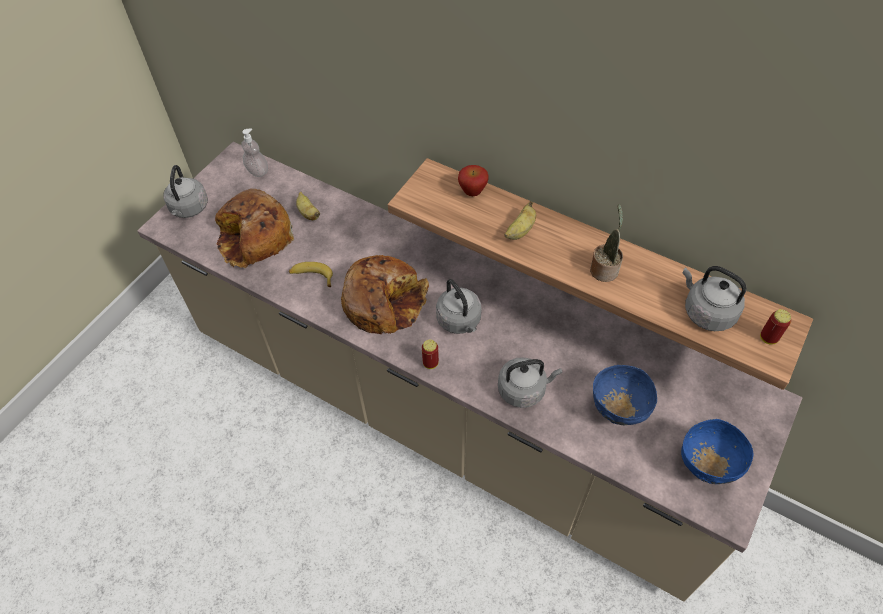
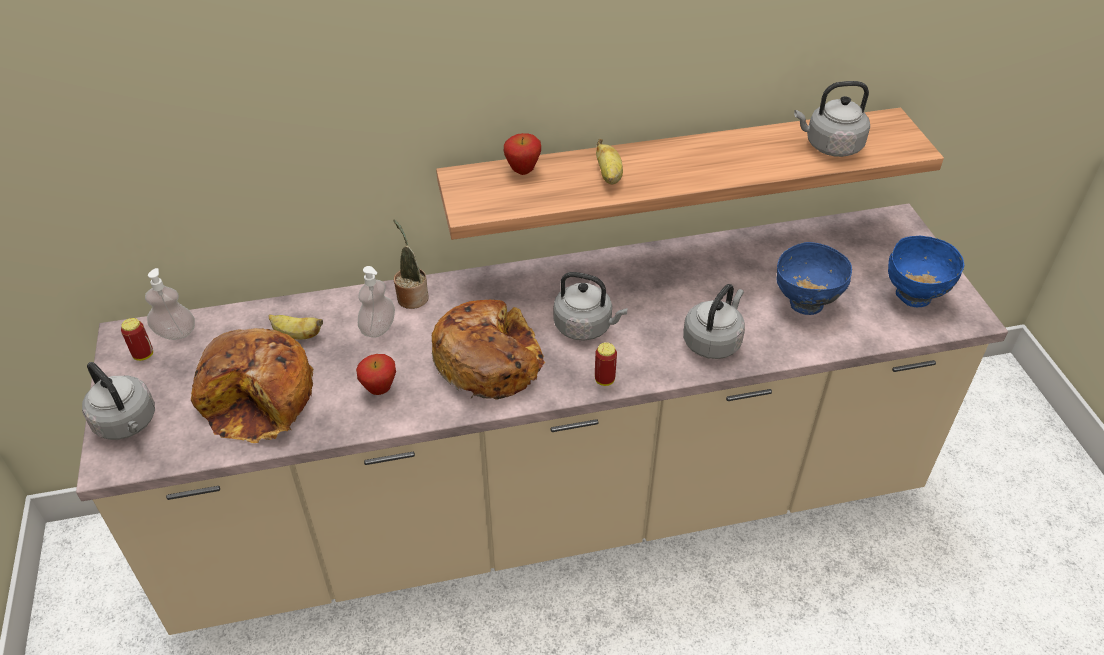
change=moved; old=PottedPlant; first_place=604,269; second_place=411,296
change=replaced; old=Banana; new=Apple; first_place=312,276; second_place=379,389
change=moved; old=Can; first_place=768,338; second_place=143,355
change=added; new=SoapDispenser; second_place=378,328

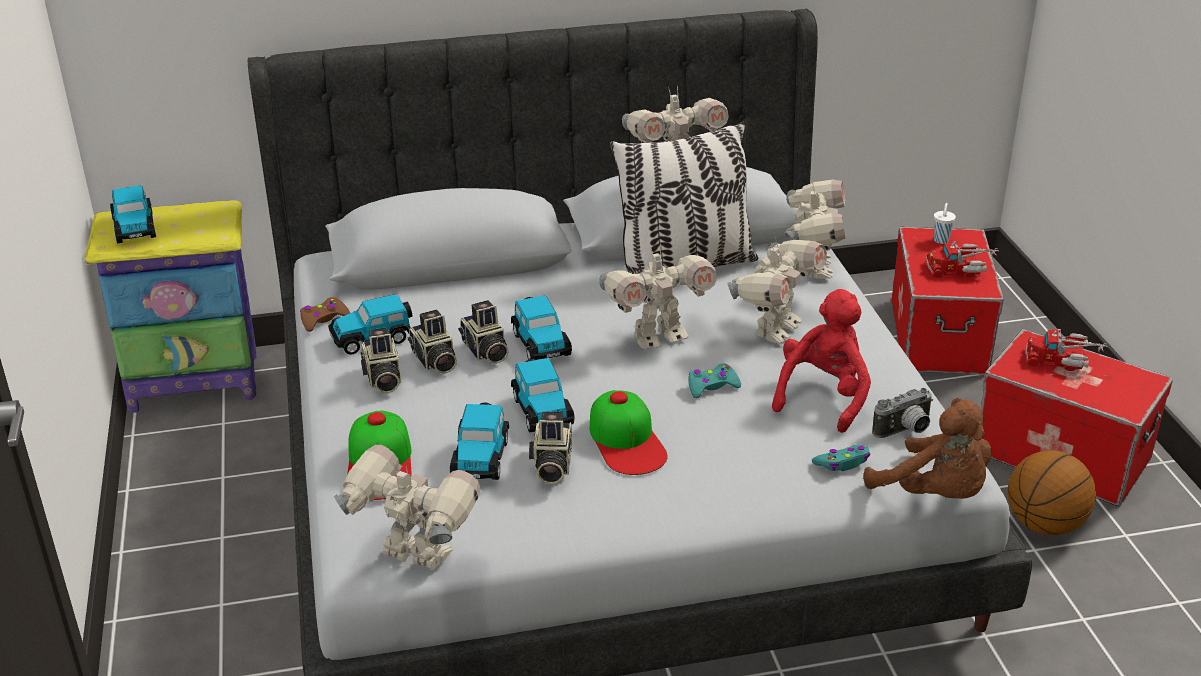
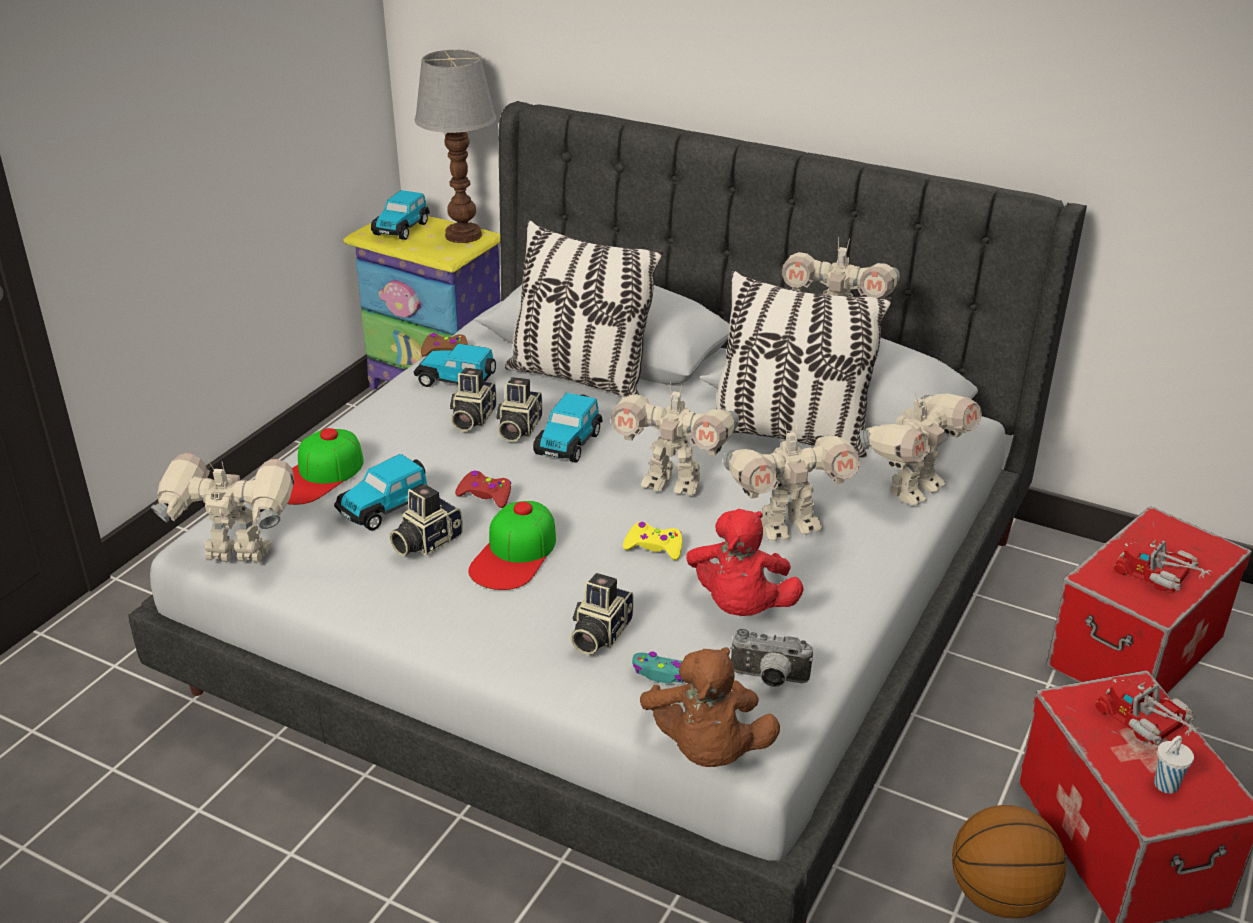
change=moved; old=WhiteCup; first_place=941,241; second_place=1164,786
change=turned; old=RedPlushToy; first_place=823,396; second_place=741,607; degrees=120
change=moved; old=PhotoCamera; first_place=382,379; second_place=598,634
change=replaced; old=ToyCar; new=RedGameController; first_place=542,410; second_place=485,495
change=recoloured; old=TurquoiseGameController; new=YellowGameController; first_place=712,386; second_place=654,547
change=turned; old=ToyRobot; first_place=414,558; second_place=237,557; degrees=-60
change=added; new=TableLamp; second_place=464,235
change=added; new=Pillow; second_place=580,377

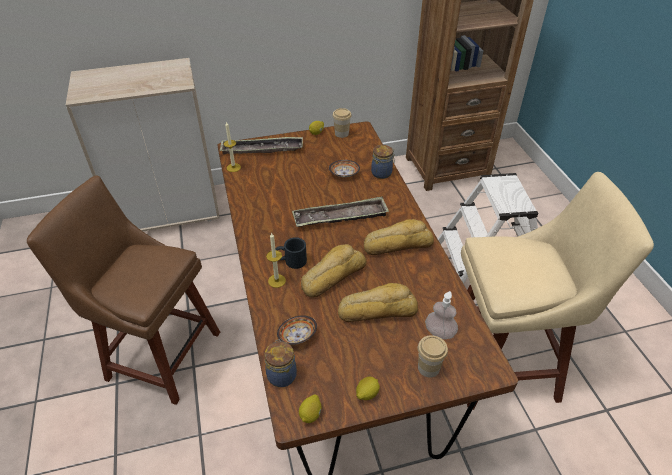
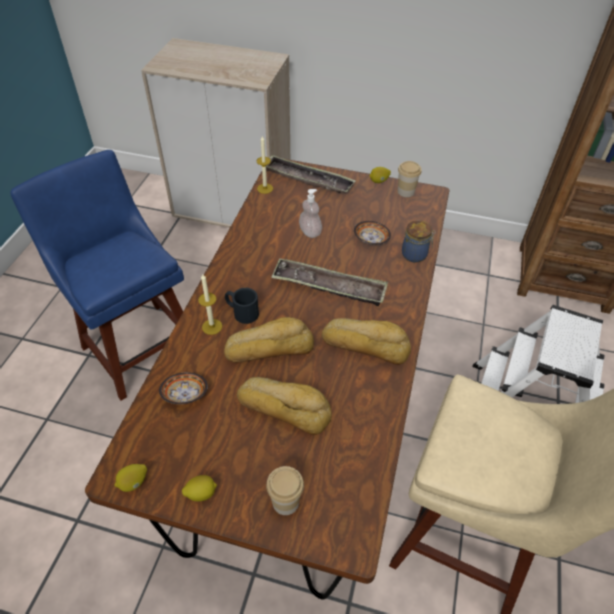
change=recoloured; old=BrownChair; new=BlueChair; first_place=159,353; second_place=138,345
change=moved; old=SoapDispenser; first_place=439,332; second_place=310,232
change=removed; old=Jar; first_place=281,374

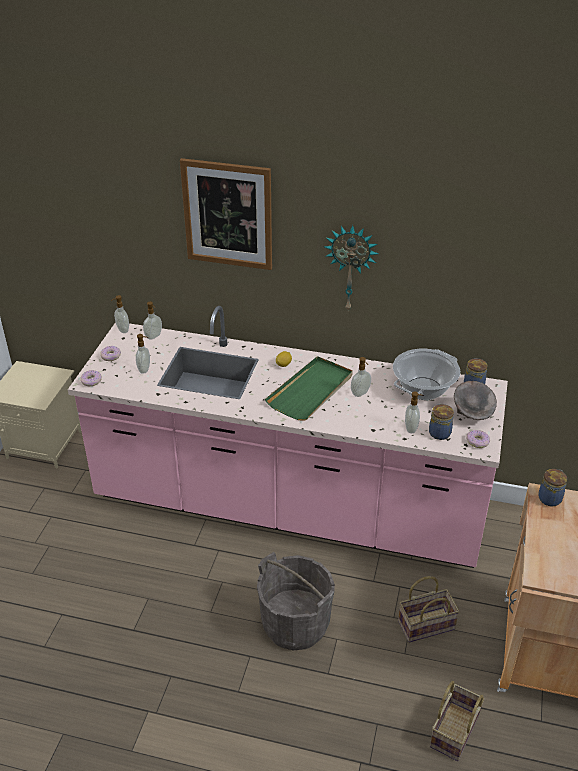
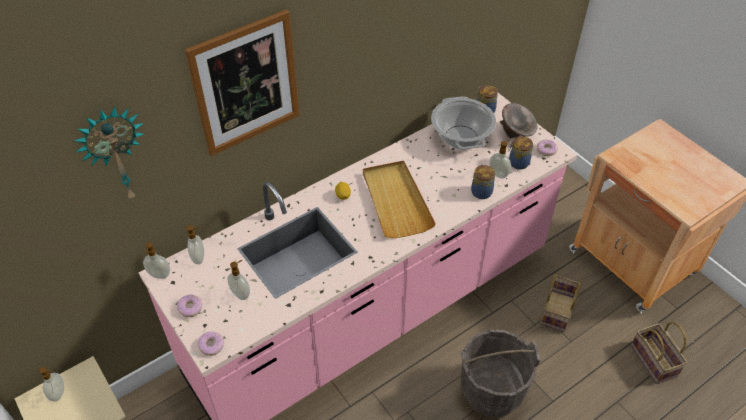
change=moved; old=WallClock; first_place=351,267; second_place=115,154
change=recoloured; old=GreenTray; new=BeigeTray; first_place=311,391; second_place=396,201
change=moved; old=SoapDispenser; first_place=360,393; second_place=59,393
change=moved; old=Jar; first_place=550,498; second_place=481,191

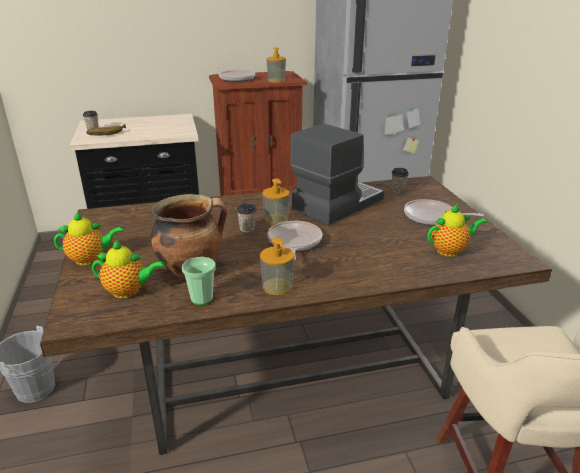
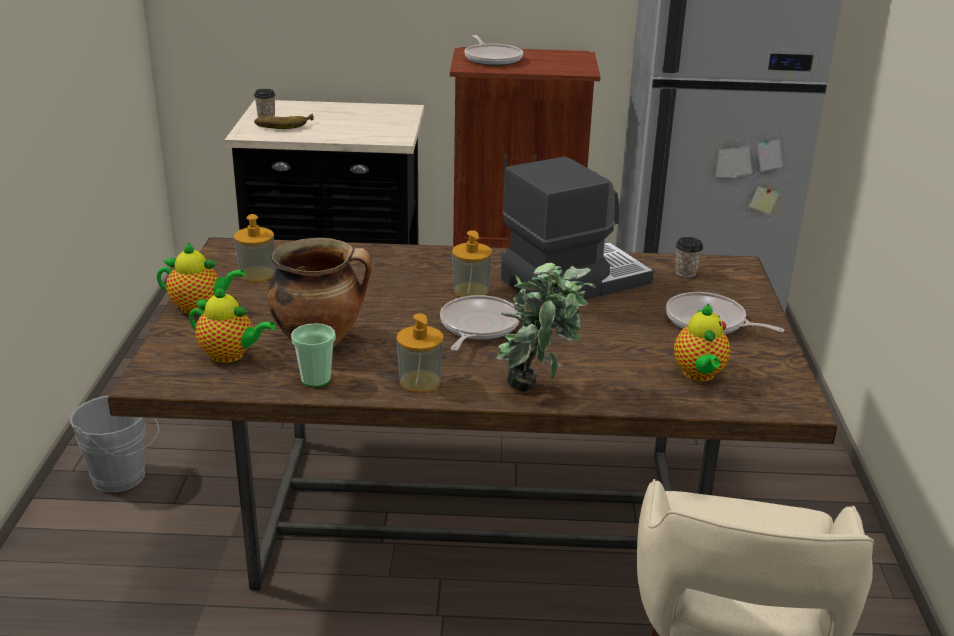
change=moved; old=SoapDispenser; first_place=276,80; second_place=257,274
change=removed; old=Cup; first_place=247,229
change=turned; old=Teapot; first_place=450,250; second_place=699,374; degrees=90
change=added; new=PottedPlant; second_place=539,389

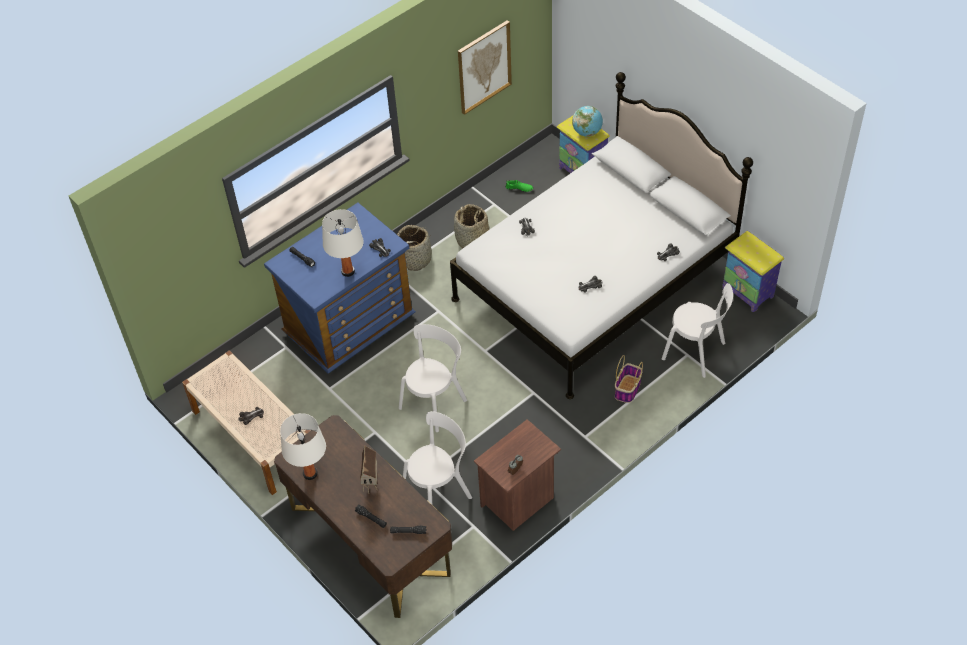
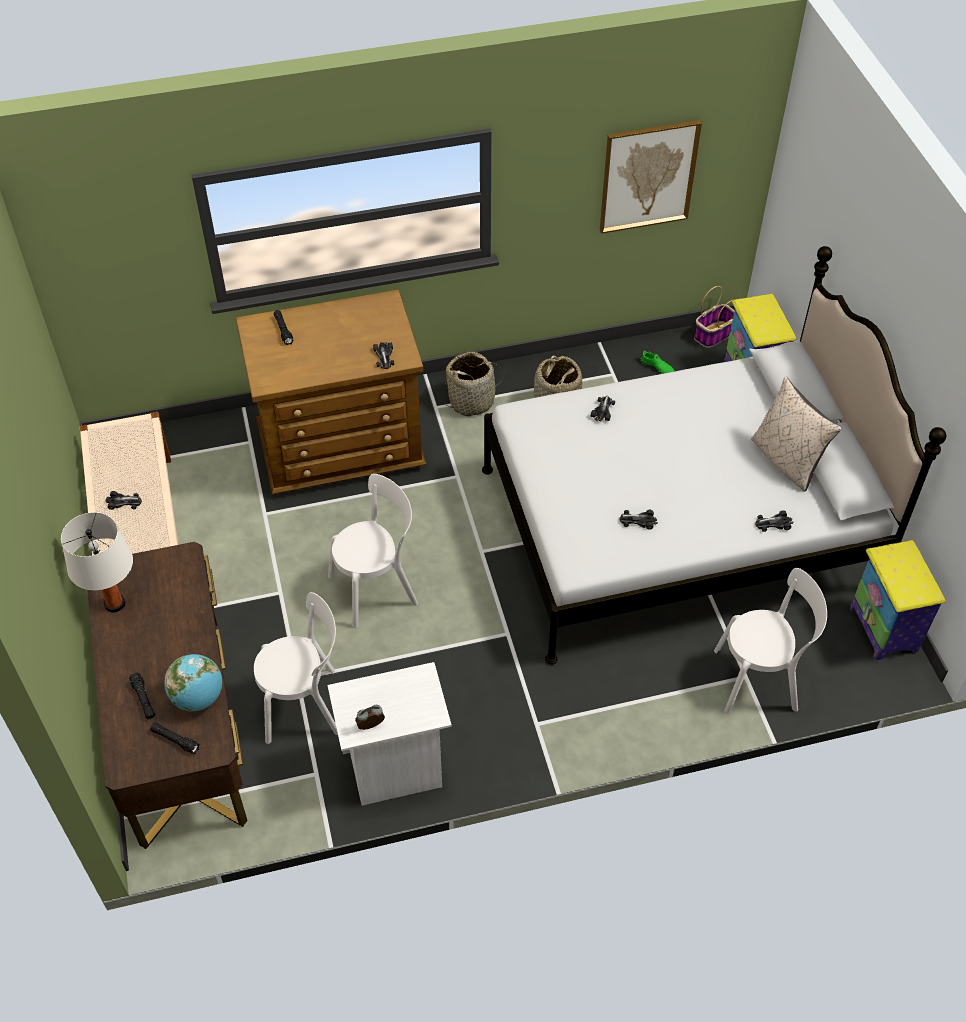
change=moved; old=Globe; first_place=587,132; second_place=198,697
change=recoloured; old=BlueDresser; new=BrownDresser; first_place=349,324; second_place=341,446
change=removed; old=WhiteTableLamp; first_place=348,271
change=turned; old=WhiteChair; first_place=696,352; second_place=760,679; degrees=-60
change=moved; old=Basket; first_place=627,389; second_place=713,335
change=recoloured; old=BrownNightstand; new=WhiteNightstand; first_place=518,501; second_place=394,769
change=removed; old=ToyHouse; first_place=371,482
change=added; new=BeigePillow; second_place=786,460

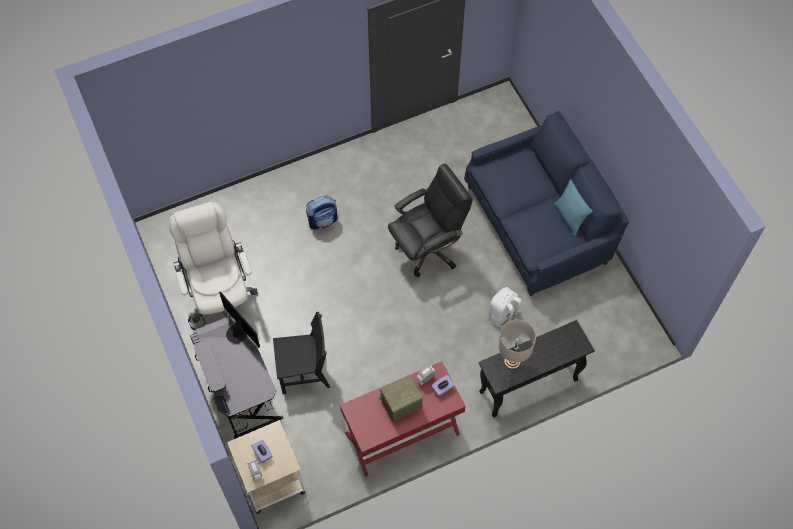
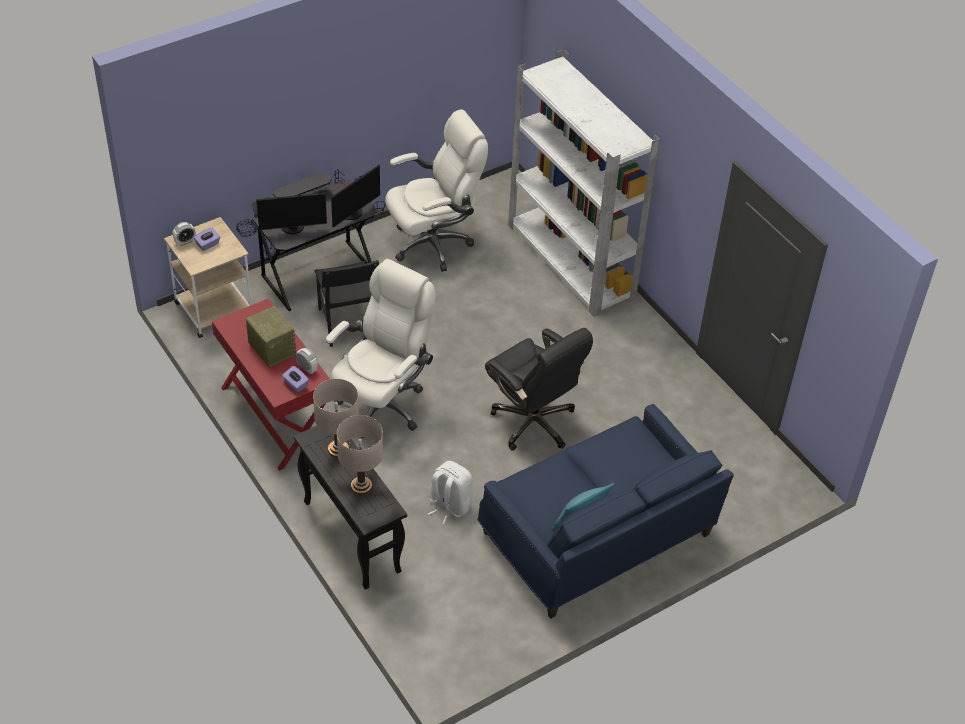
change=removed; old=Backpack; first_place=323,220
change=added; new=WhiteBookcase; second_place=571,260
change=added; new=Monitor; second_place=293,228
change=added; new=WhiteOfficeChair; second_place=382,405
change=added; new=BeigeTableLamp; second_place=361,486

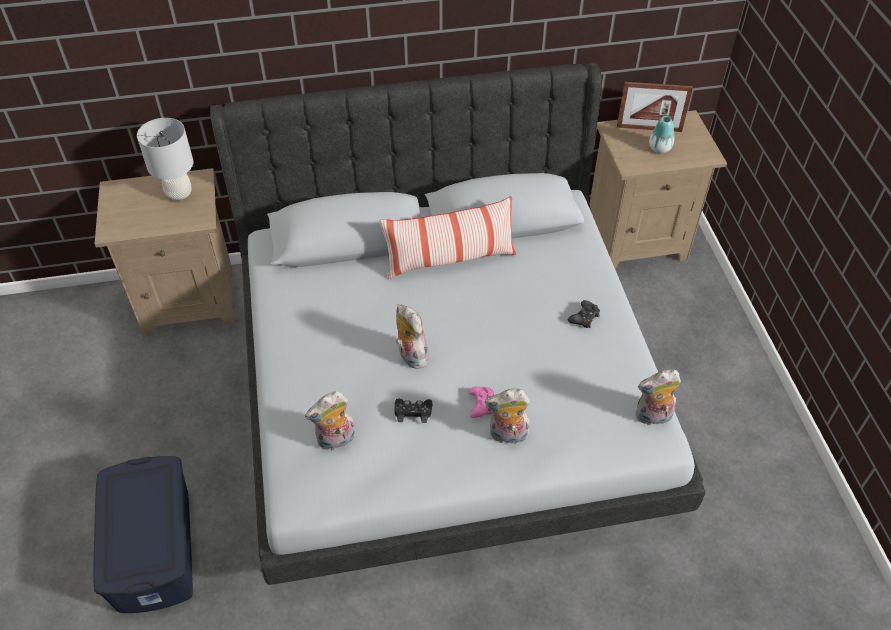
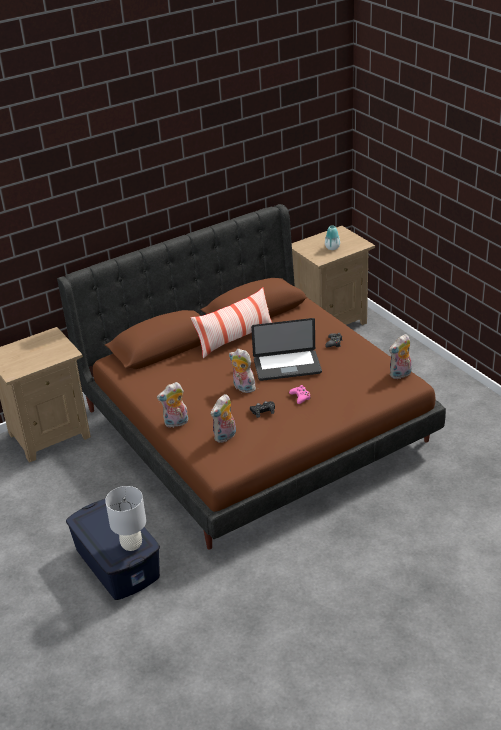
change=recoloured; old=GreyBed; new=BrownBed; first_place=445,384; second_place=254,426
change=removed; old=PictureFrame; first_place=649,128
change=moved; old=GreyTableLamp; first_place=180,194; second_place=132,545
change=moved; old=PlushToy; first_place=507,436; second_place=176,423
change=added; new=Laptop; second_place=287,366

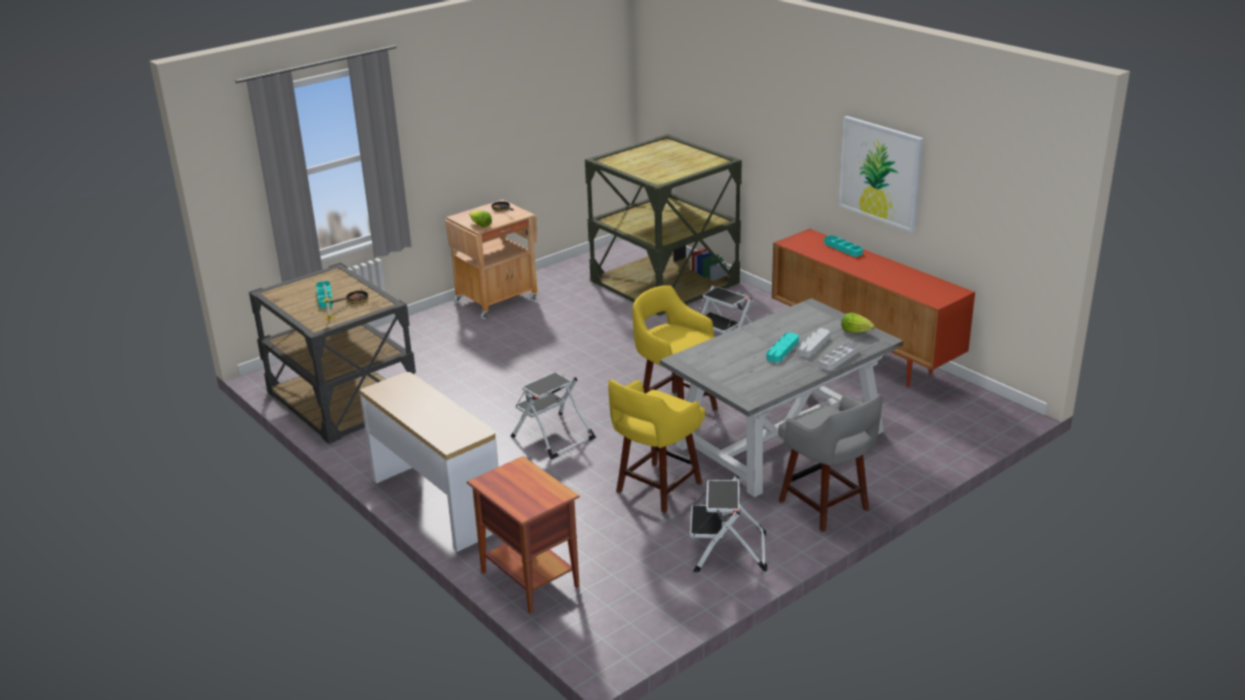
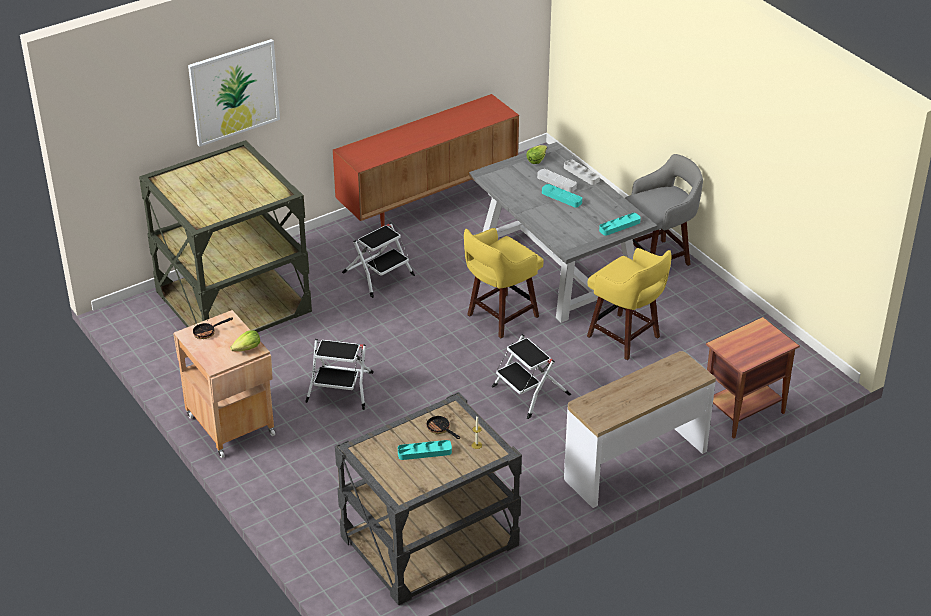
change=moved; old=Picture; first_place=880,173; second_place=234,92
change=moved; old=TurquoiseTray; first_place=843,248; second_place=619,226
change=moved; old=StepLadder; first_place=728,549; second_place=341,388

